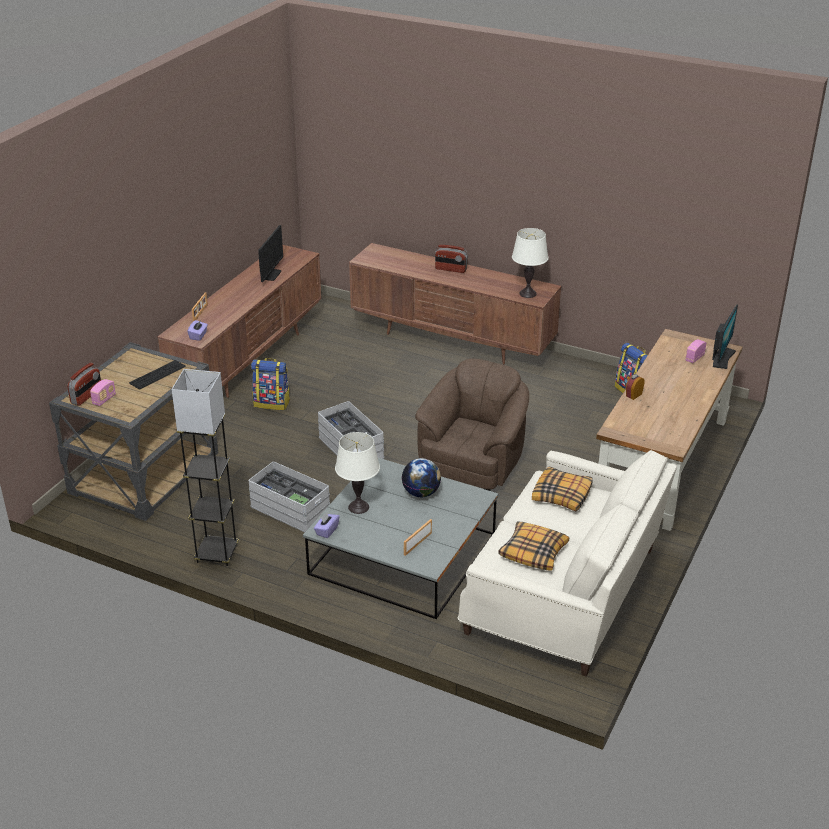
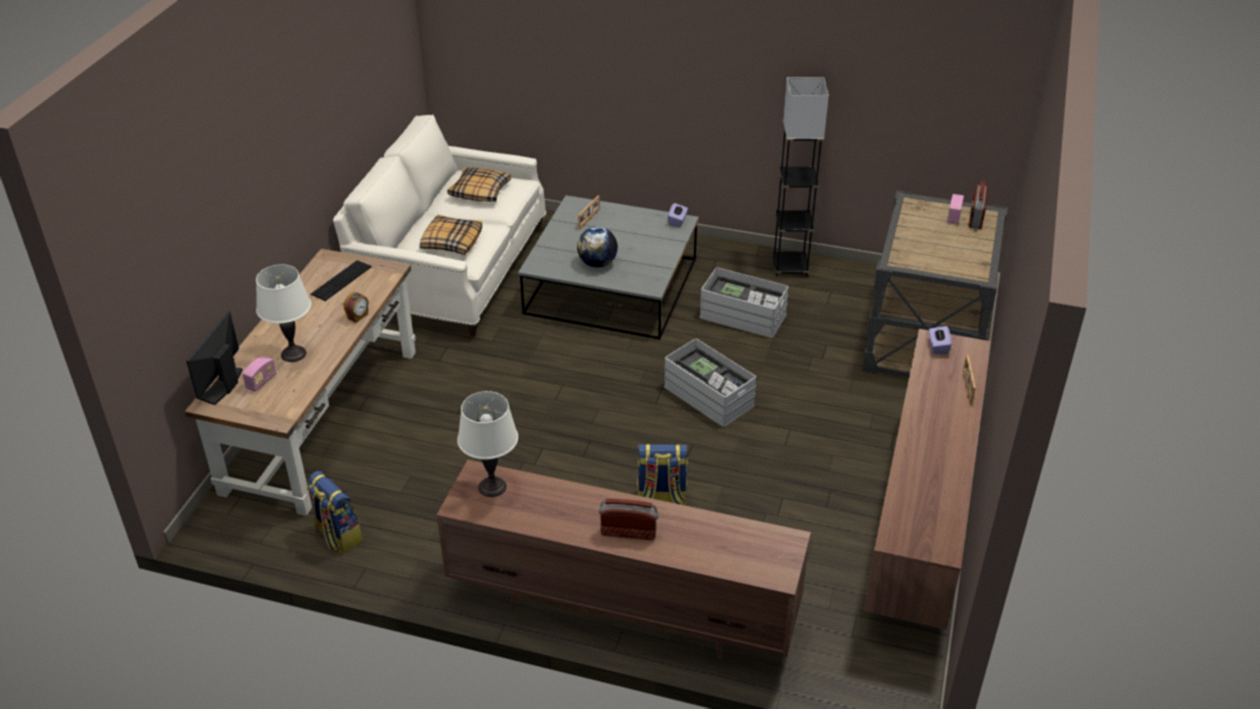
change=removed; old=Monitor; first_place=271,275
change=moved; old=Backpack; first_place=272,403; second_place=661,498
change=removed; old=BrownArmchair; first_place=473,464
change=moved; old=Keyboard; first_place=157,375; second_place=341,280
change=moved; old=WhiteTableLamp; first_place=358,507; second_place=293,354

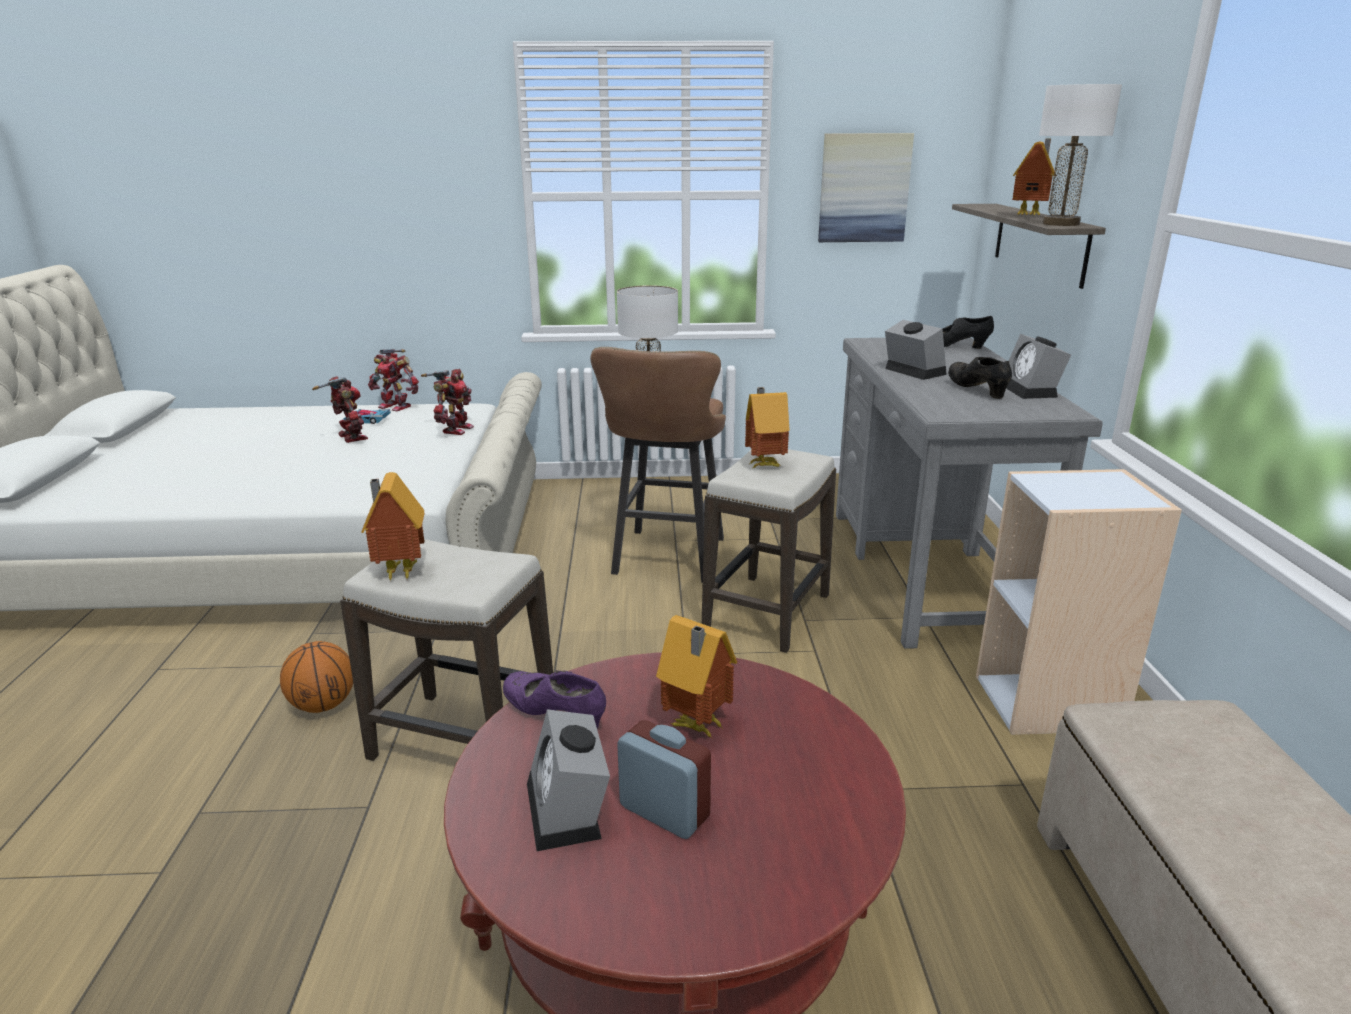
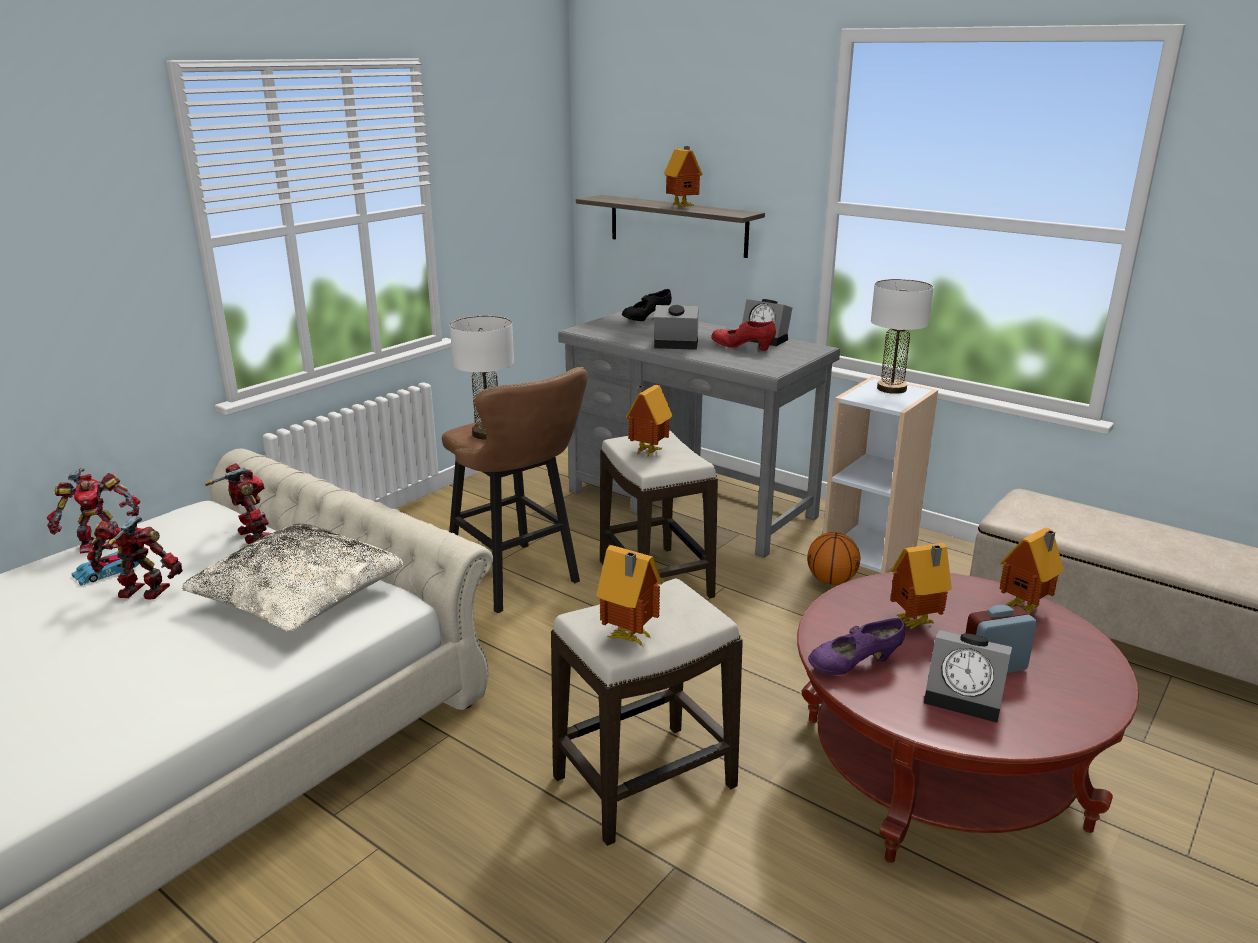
change=moved; old=TableLamp; first_place=1061,224; second_place=892,388
change=removed; old=Picture; first_place=864,188
change=recoloured; old=BlackShoe; new=RedShoe; first_place=977,390; second_place=742,348
change=moved; old=Basketball; first_place=323,705; second_place=831,581
change=added; new=BeigePillow; second_place=299,596
change=added; new=ToyHouse; second_place=1025,609

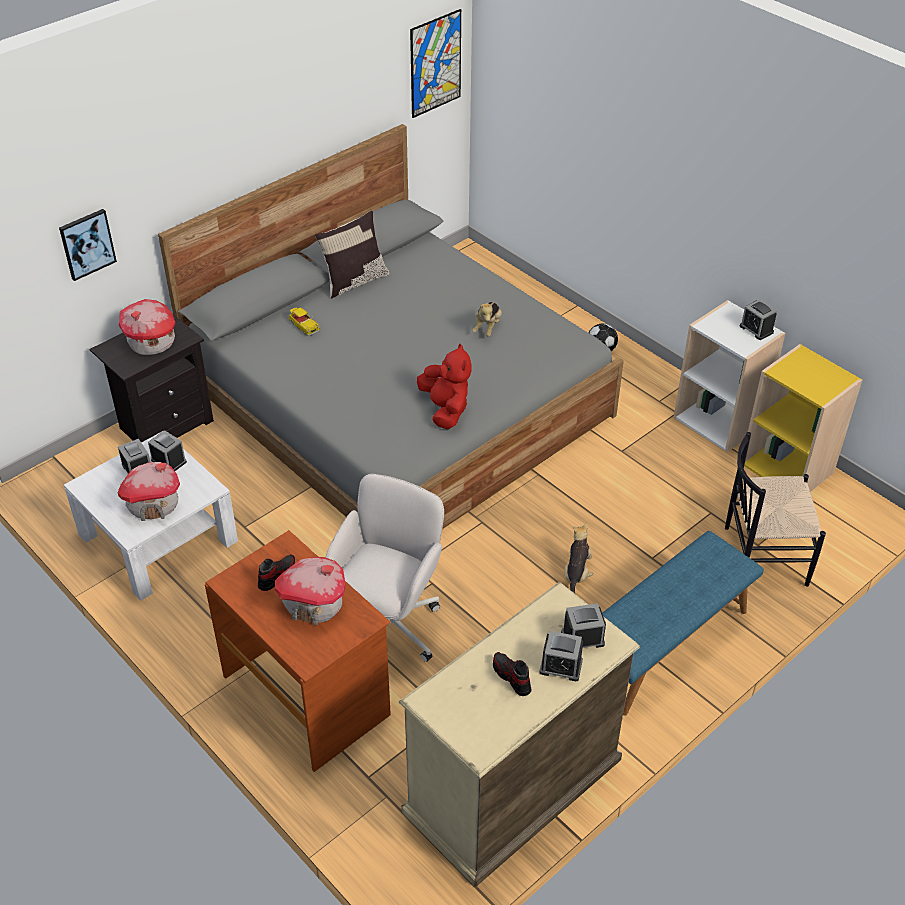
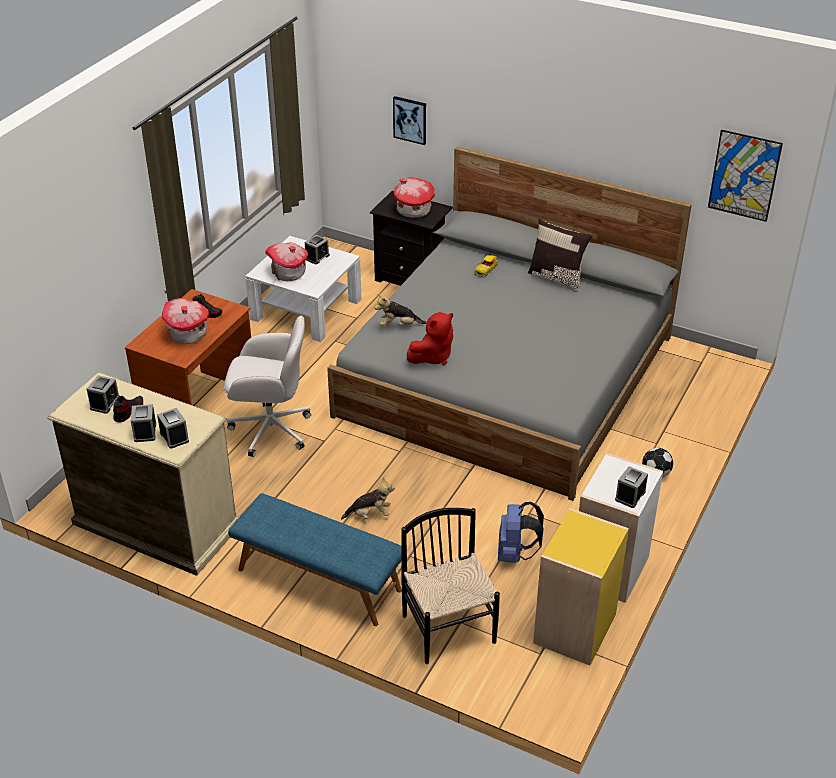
change=moved; old=PlushToy; first_place=487,327; second_place=398,325
change=moved; old=AlarmClock; first_place=168,461; second_place=105,403
change=added; new=BlueBackpack; second_place=515,553

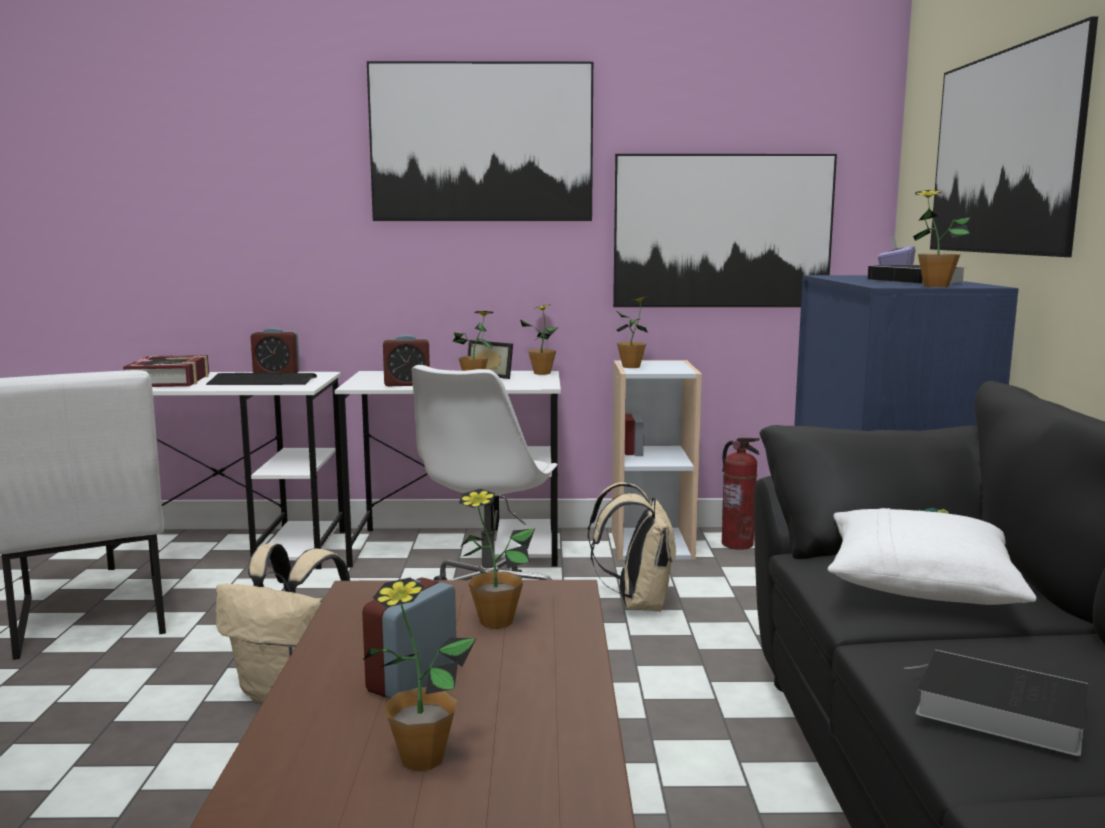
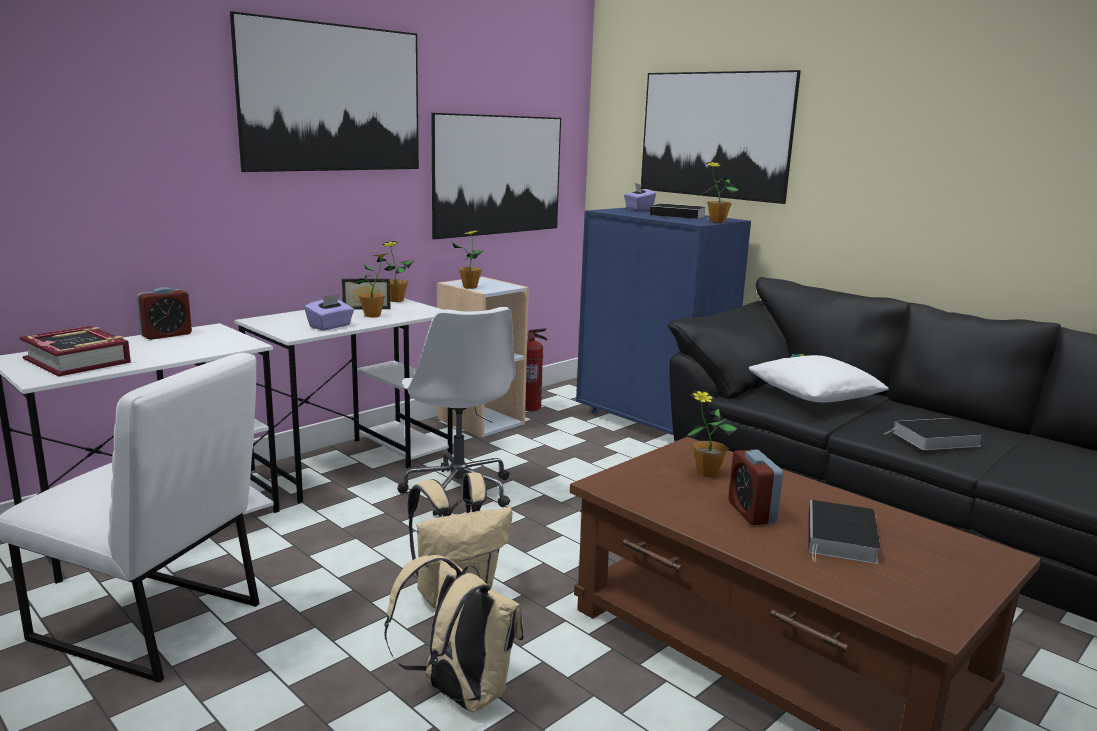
change=replaced; old=AlarmClock; new=PurpleTissueBox; first_place=407,384; second_place=330,326
change=removed; old=Keyboard; first_place=262,381
change=moved; old=BeigeBackpack; first_place=637,603; second_place=459,694
change=replaced; old=PottedPlant; new=Book; first_place=422,758; second_place=842,539

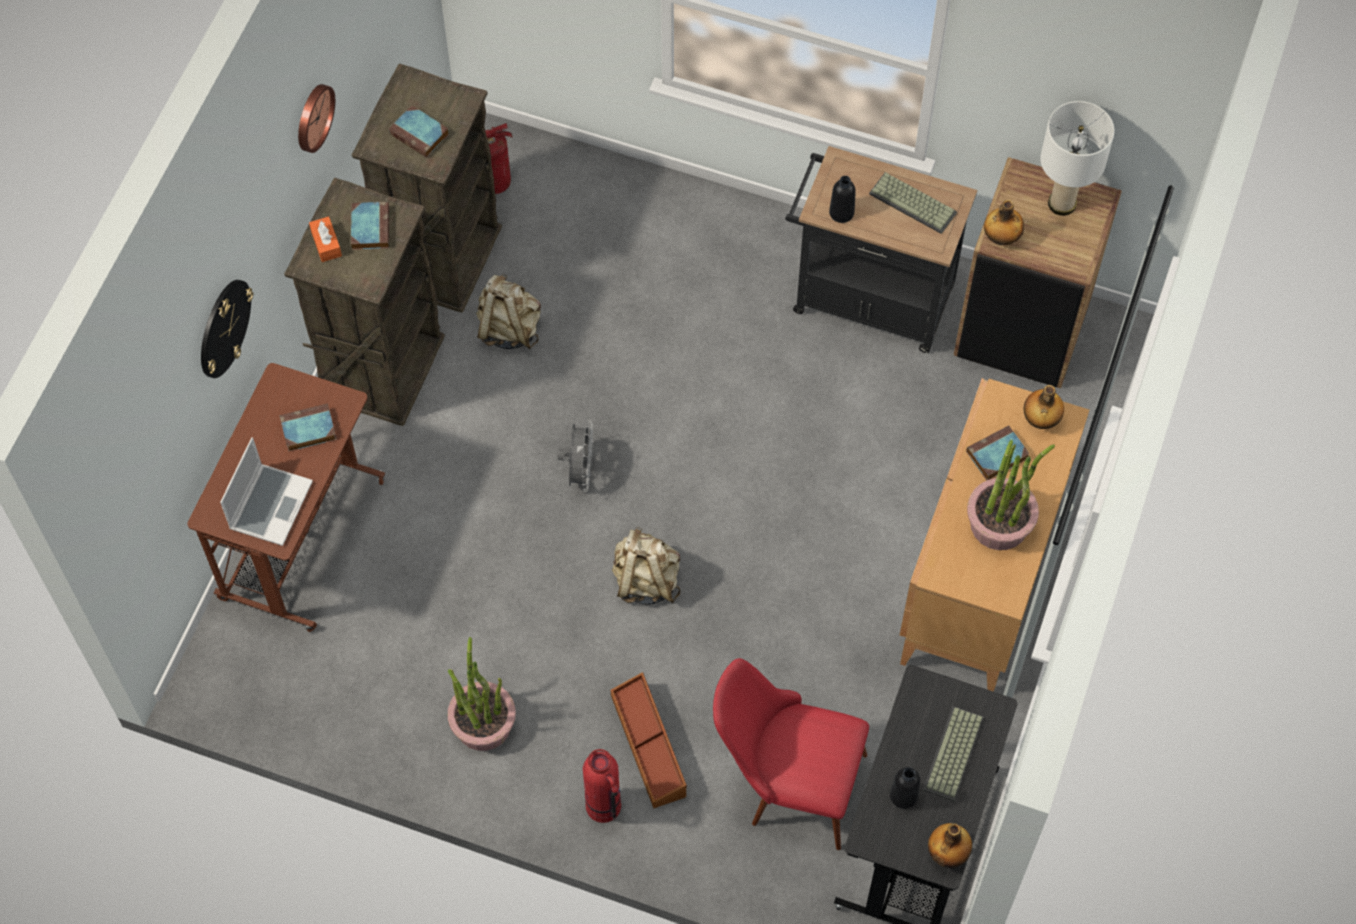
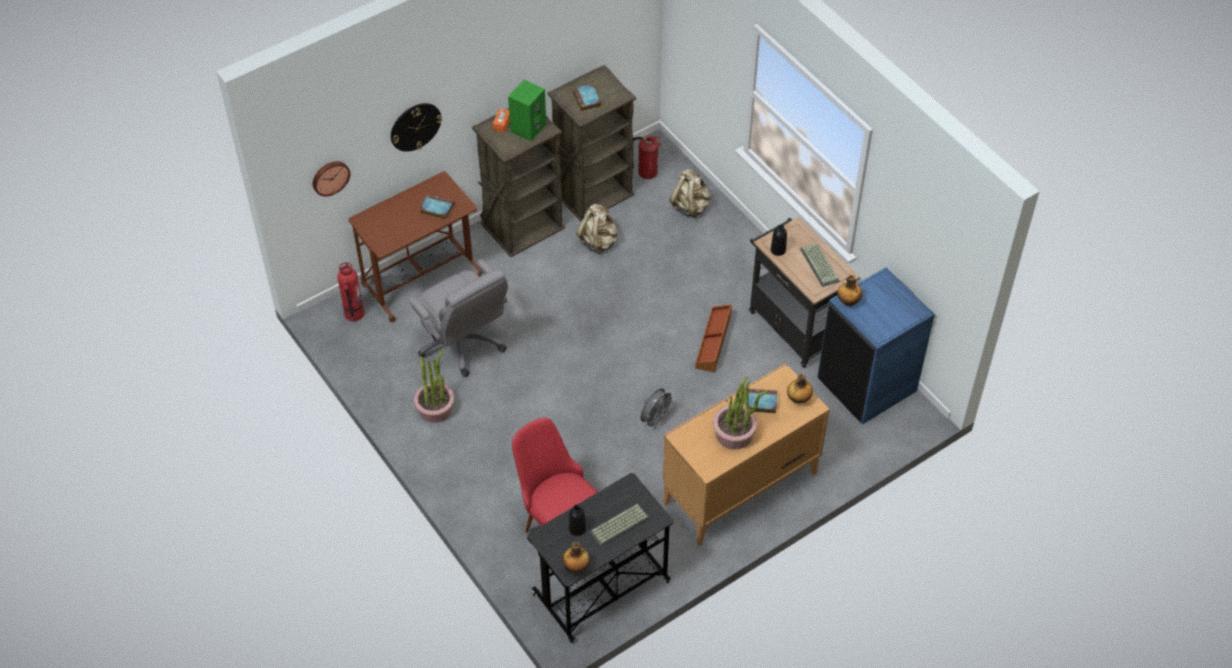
change=moved; old=WallClock; first_place=313,117; second_place=330,177
change=removed; old=WhiteTableLamp; first_place=1061,203
change=recoloured; old=BrownCabinet; new=BlueCabinet; first_place=1023,327; second_place=866,384
change=replaced; old=Book; new=GreenSpeaker; first_place=370,227; second_place=528,127
change=moved; old=GreyFan; first_place=579,471; second_place=655,419
change=removed; old=Laptop; first_place=270,504
change=moved; old=BeigeBackpack; first_place=646,581; second_place=690,206
change=moved; old=BrownStorageBox; first_place=649,745; second_place=714,342
change=moved; old=FireExtinguisher; first_place=603,806; second_place=354,314
change=added; new=GreyOfficeChair; second_place=464,346

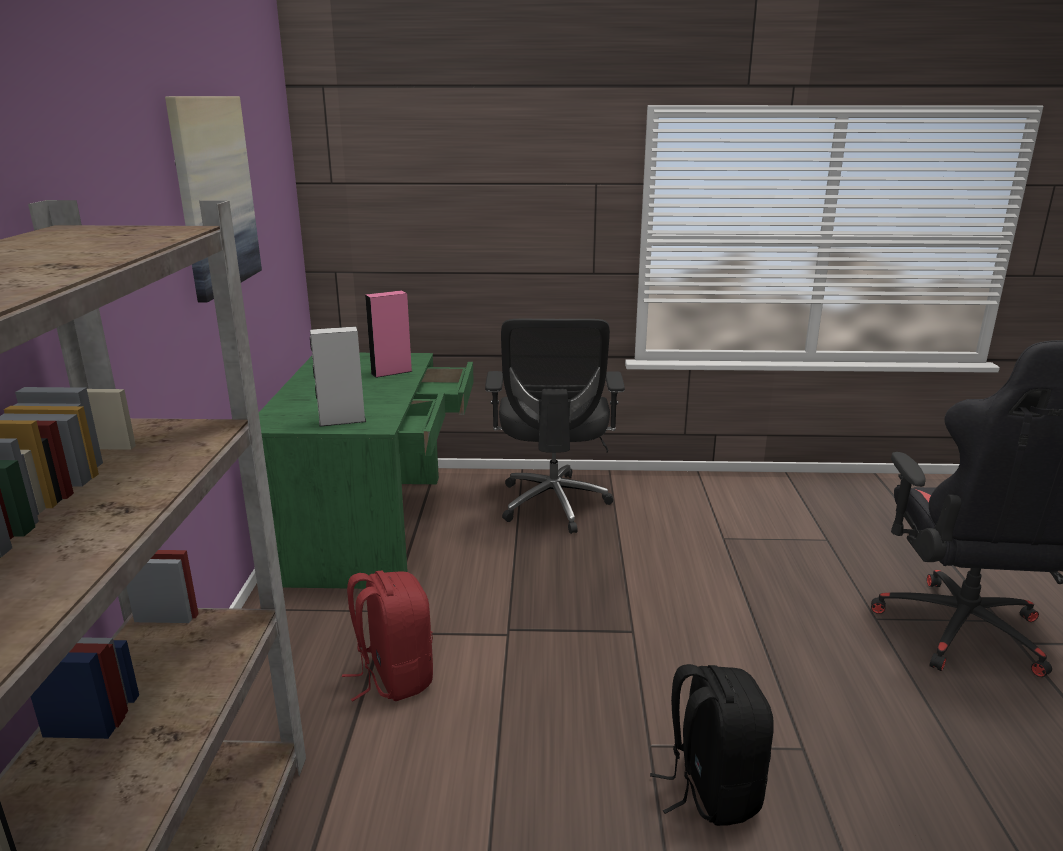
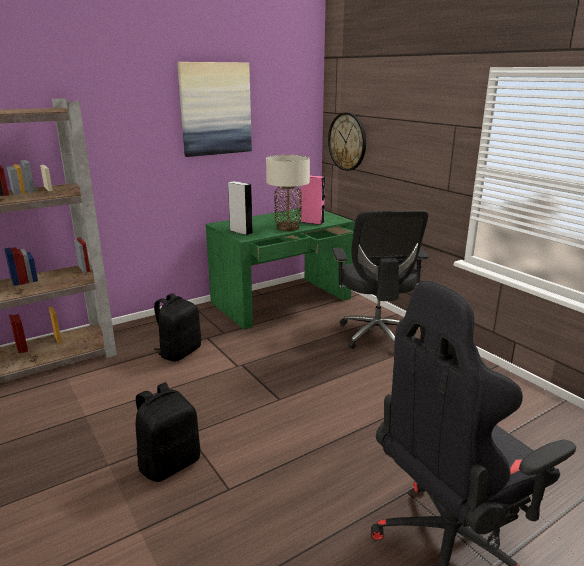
change=turned; old=OfficeChair; first_place=553,502; second_place=376,334; degrees=-60
change=recoloured; old=RedBackpack; new=BlackBackpack; first_place=393,677; second_place=179,352
change=added; new=WallClock; second_place=347,141
change=added; new=TableLamp; second_place=288,227

